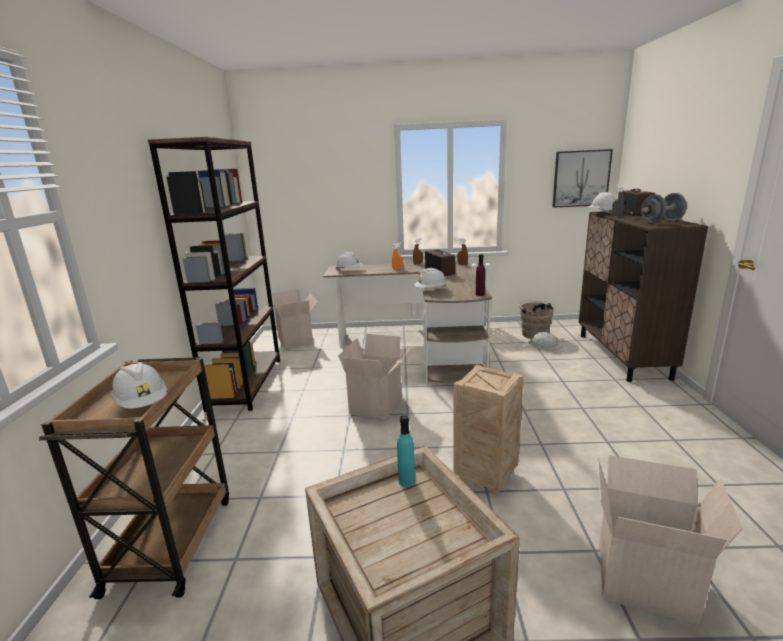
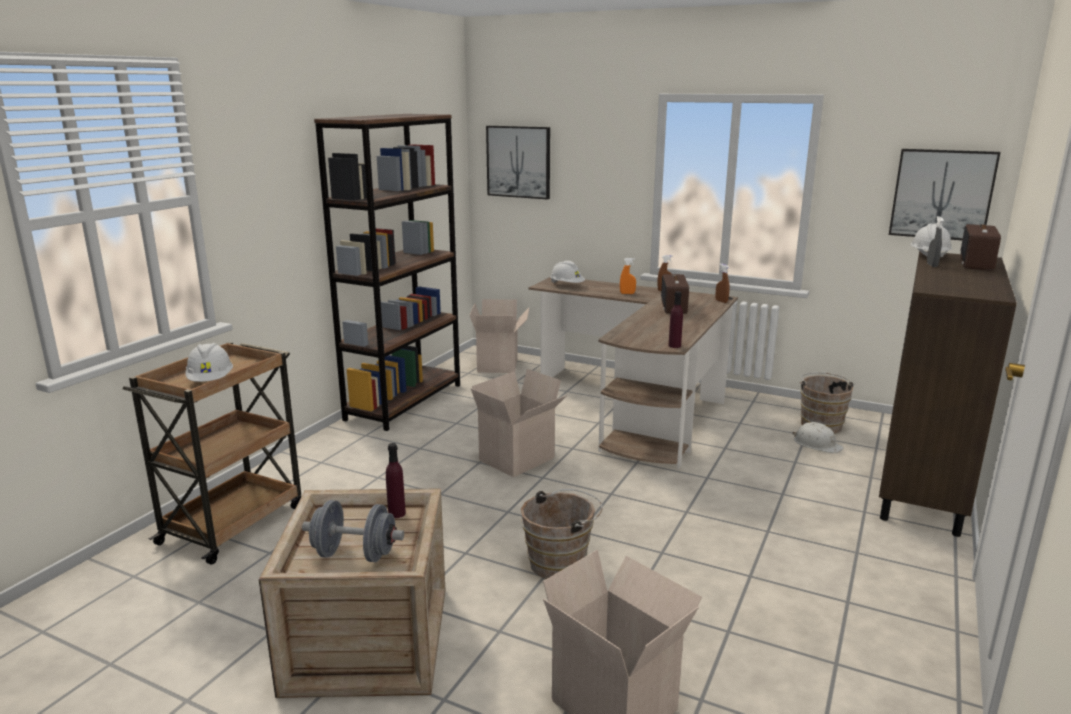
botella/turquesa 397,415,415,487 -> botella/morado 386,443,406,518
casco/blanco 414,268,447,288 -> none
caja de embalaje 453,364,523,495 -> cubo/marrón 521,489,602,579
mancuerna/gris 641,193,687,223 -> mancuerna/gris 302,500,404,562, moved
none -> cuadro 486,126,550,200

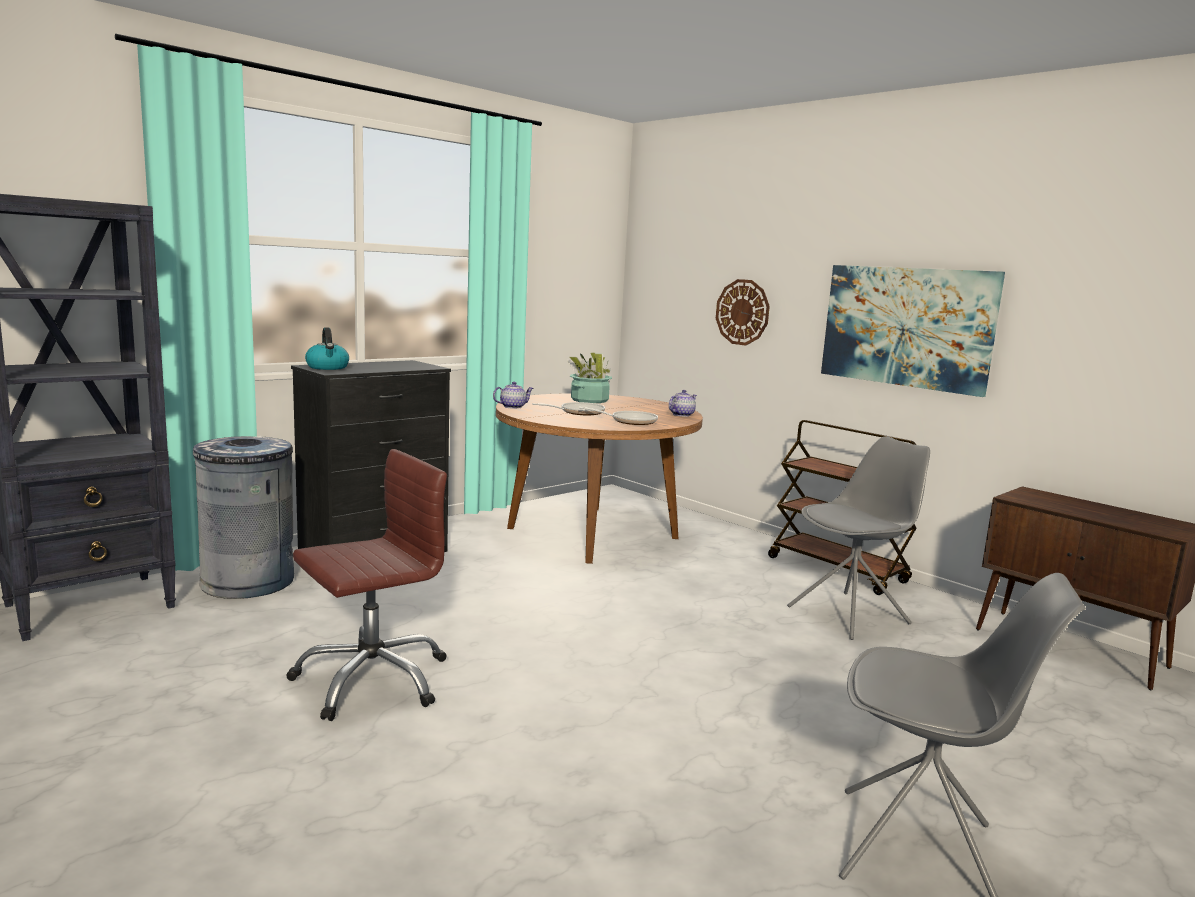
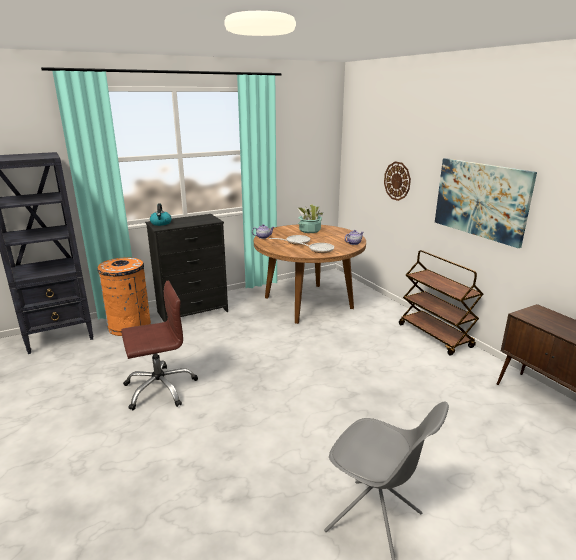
papelera/gris 193,436,294,599 -> papelera/naranja 97,257,151,336
silla/gris 787,436,930,640 -> none

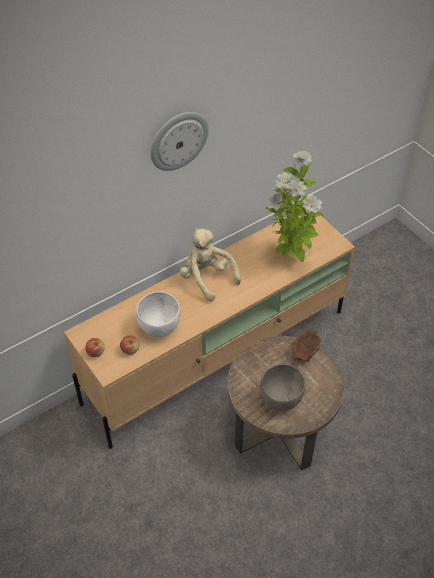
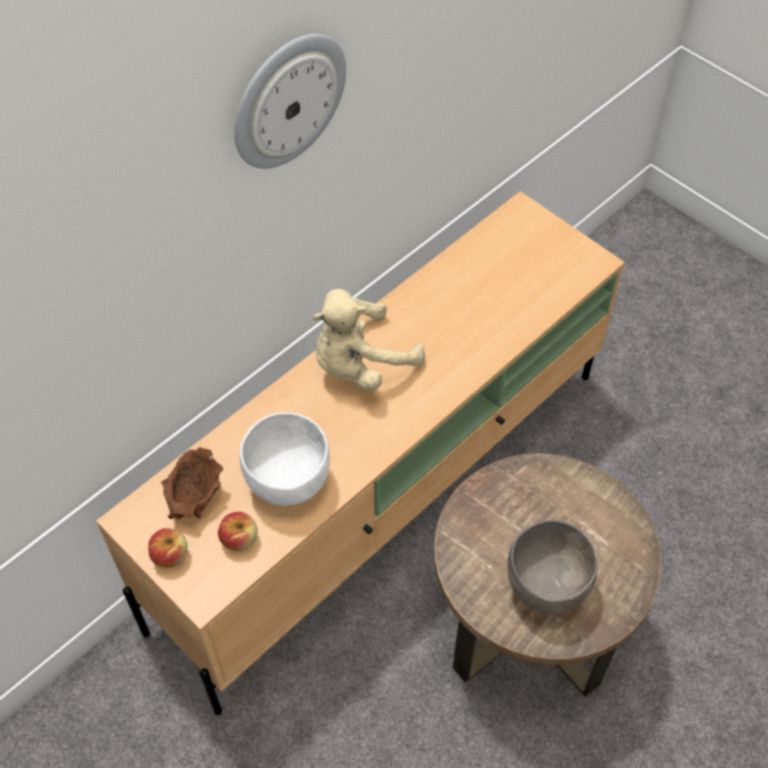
peluche/beis 180,228,241,302 -> peluche/beis 312,289,425,392, 75 degrees counterclockwise
planta en maceta 266,151,323,262 -> none
cuenco/marrón 291,329,322,362 -> cuenco/marrón 161,447,223,519, moved

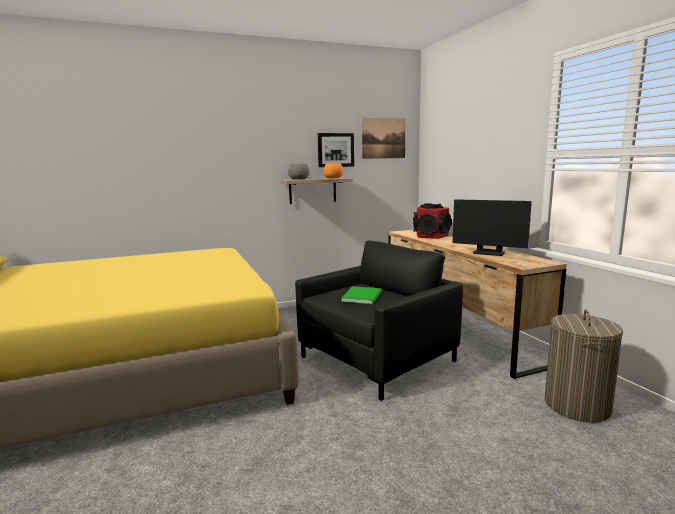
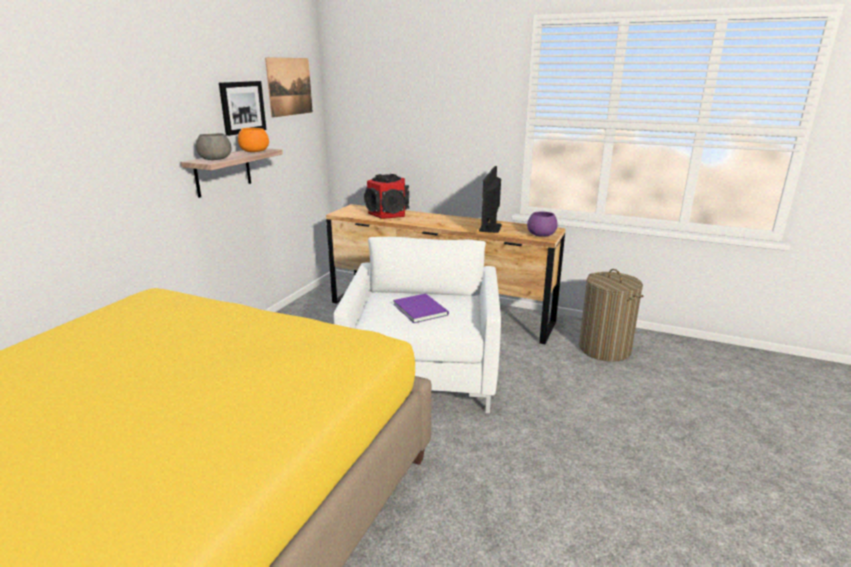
sillón/negro 295,241,463,401 -> sillón/blanco 333,237,501,413
libro/verde 341,286,382,304 -> libro/morado 393,294,449,323
monitor 453,199,532,256 -> monitor 479,166,502,233, 120 degrees clockwise
none -> cuenco/morado 527,211,558,237

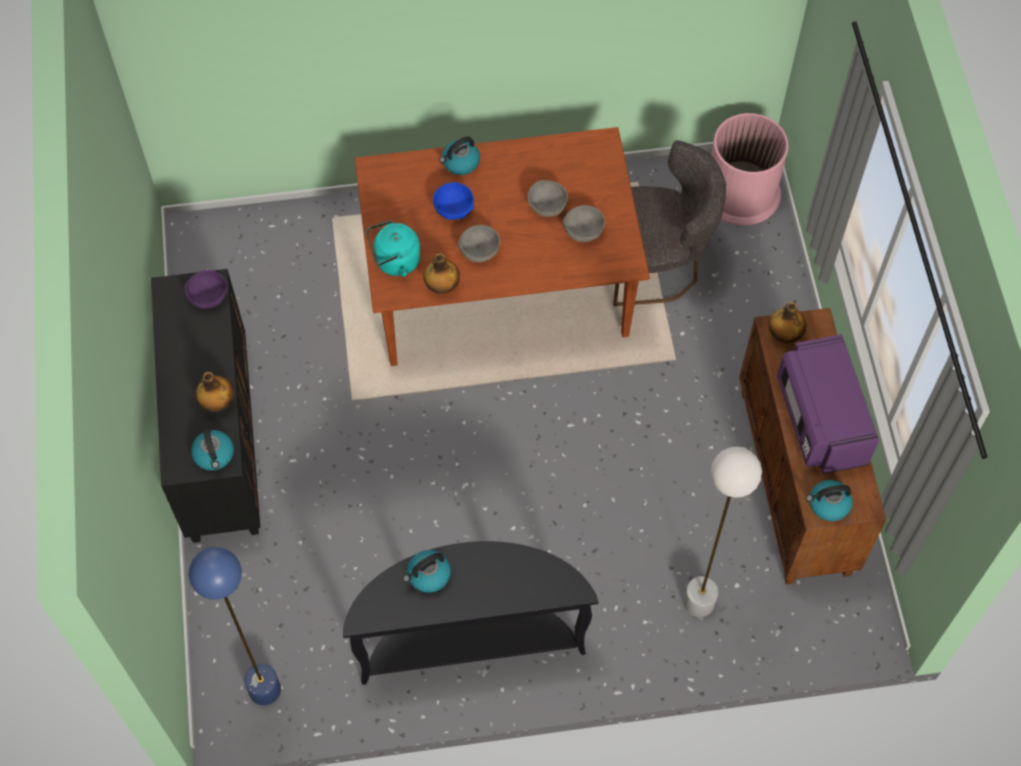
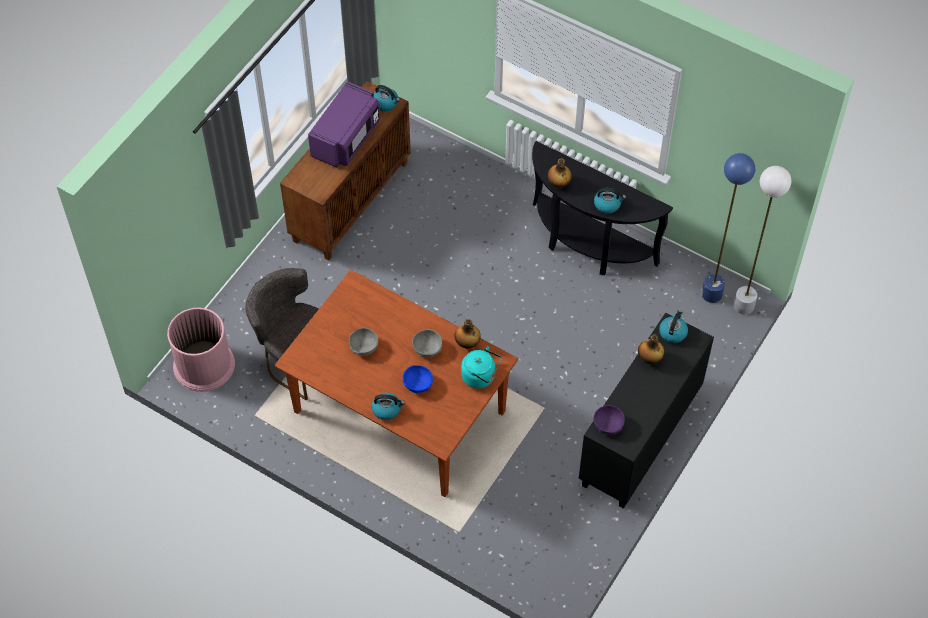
cuenco/gris 563,205,605,242 -> none
lámpara de pie/blanco 684,447,762,617 -> lámpara de pie/blanco 734,166,792,315, moved
botella 769,302,806,343 -> botella 547,158,572,189, moved

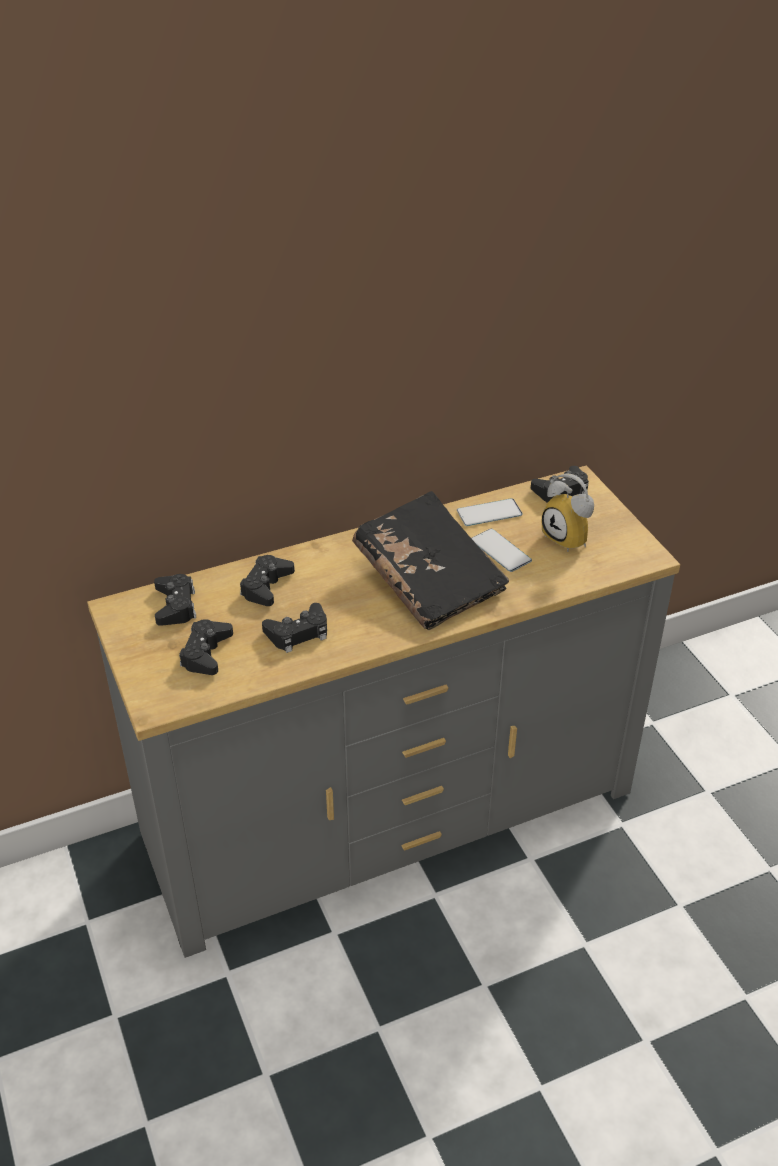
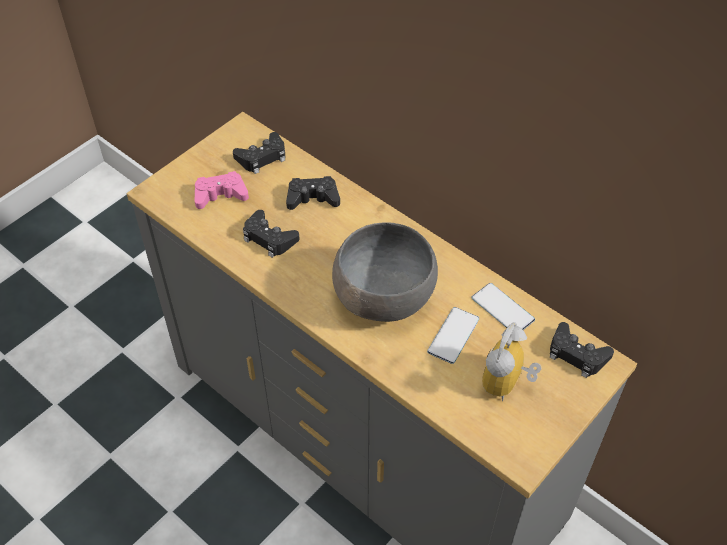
mando de consola/negro 179,619,233,675 -> mando de consola/rosa 195,171,249,209
libro/negro 352,491,509,630 -> cuenco/gris 332,222,438,322

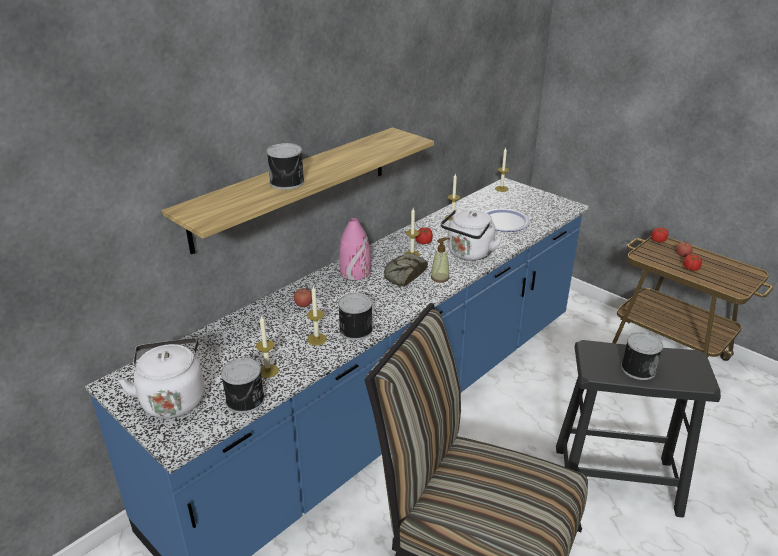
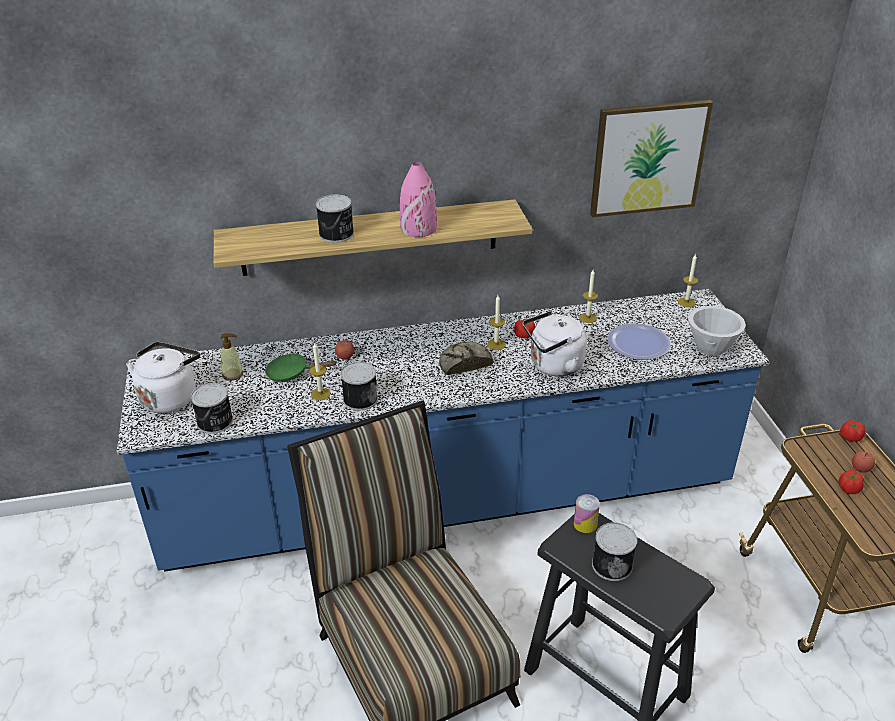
vela 256,315,279,378 -> none
florero/rosa 339,218,371,280 -> florero/rosa 400,162,437,237, moved
dispensador de jabón 431,237,450,283 -> dispensador de jabón 221,333,243,381, moved
none -> sartén/verde 265,353,336,382
none -> lata 574,494,600,533
none -> cuadro 590,100,713,217
none -> cuenco/blanco 688,306,746,356

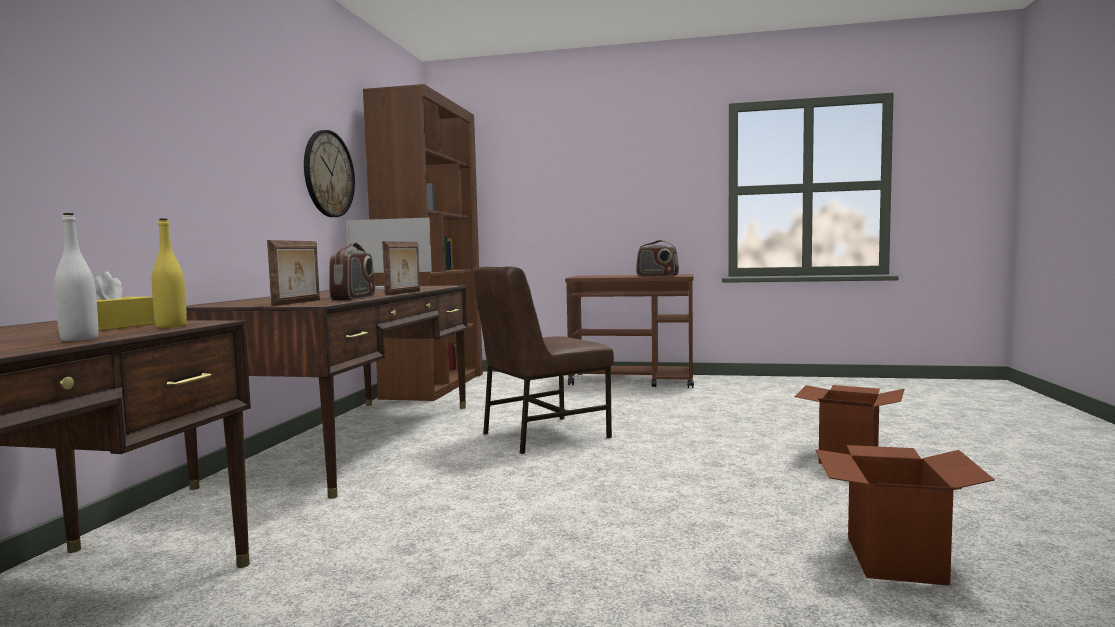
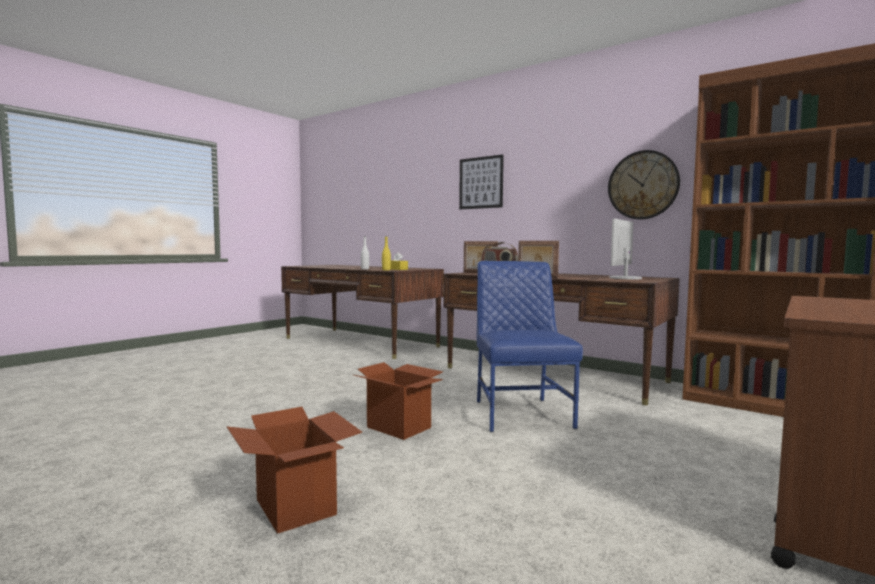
silla/marrón 473,266,614,454 -> silla/azul 477,261,583,432
radio 636,240,679,276 -> none
caja de cartón 815,445,995,586 -> caja de cartón 354,362,443,440, moved
none -> cuadro 459,154,504,209

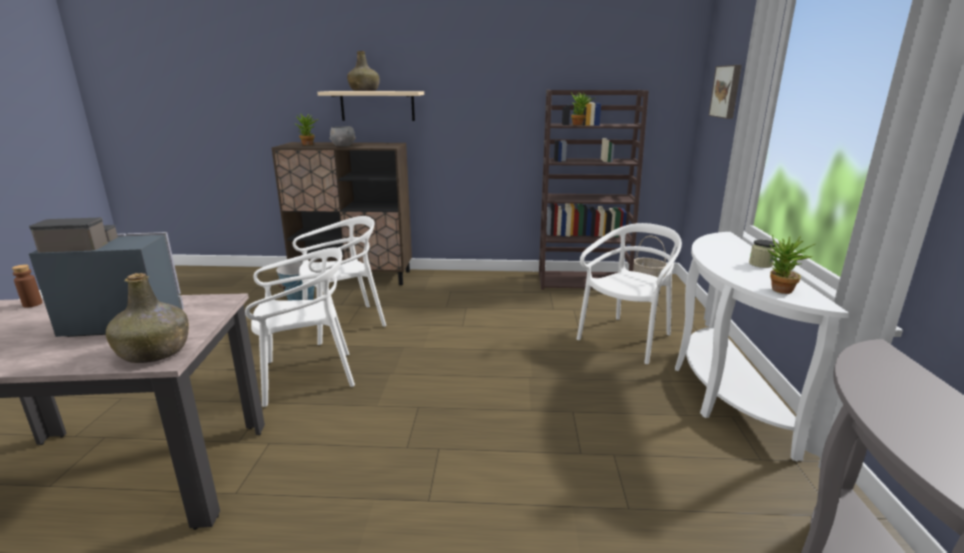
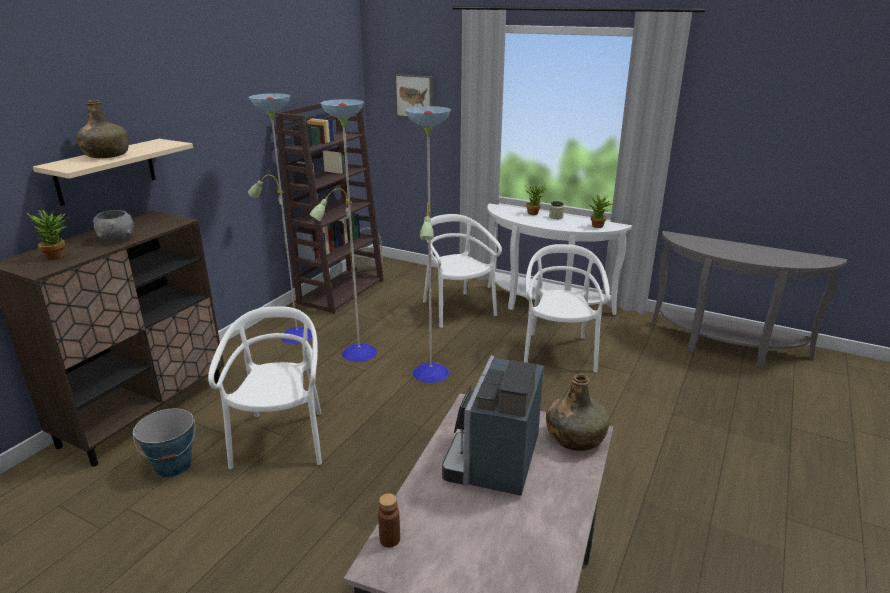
silla/blanco 245,247,355,407 -> silla/blanco 524,244,610,372, moved
planta en maceta 571,92,596,125 -> planta en maceta 524,184,546,215, moved
none -> lámpara de pie 248,93,451,383

